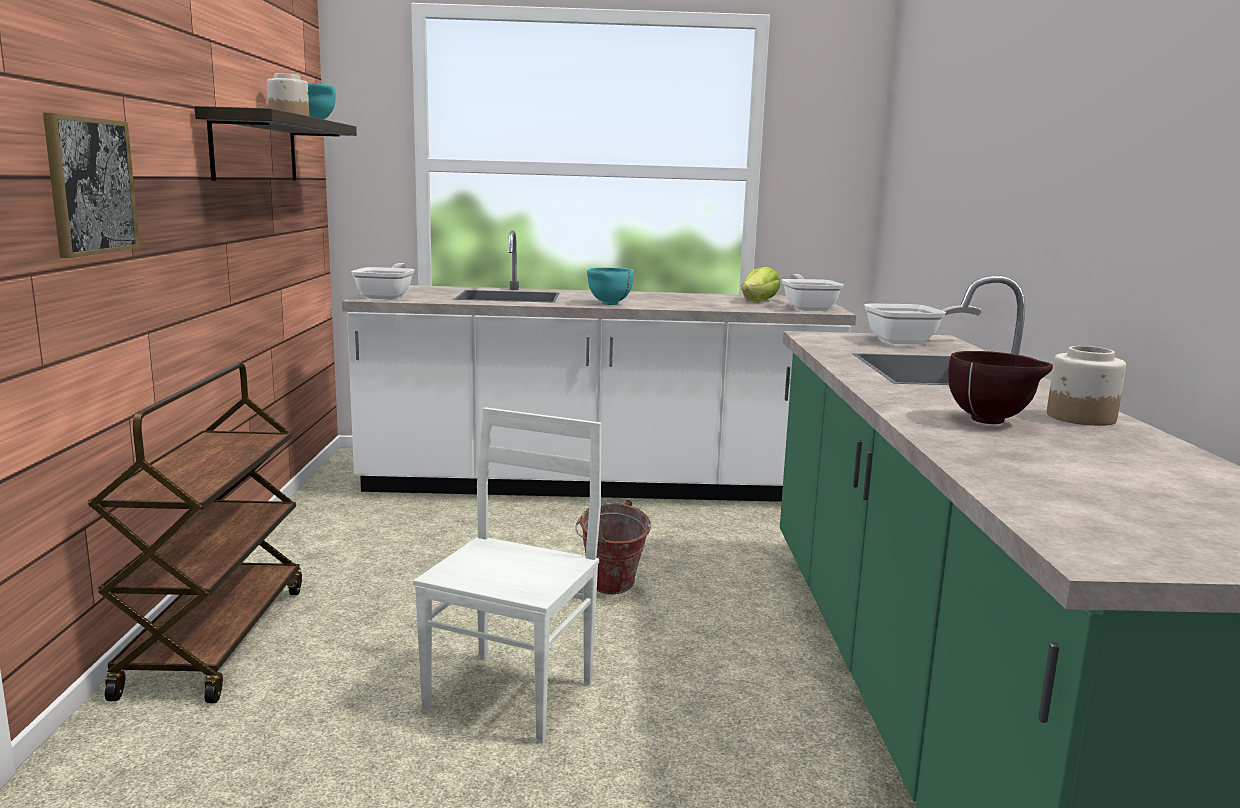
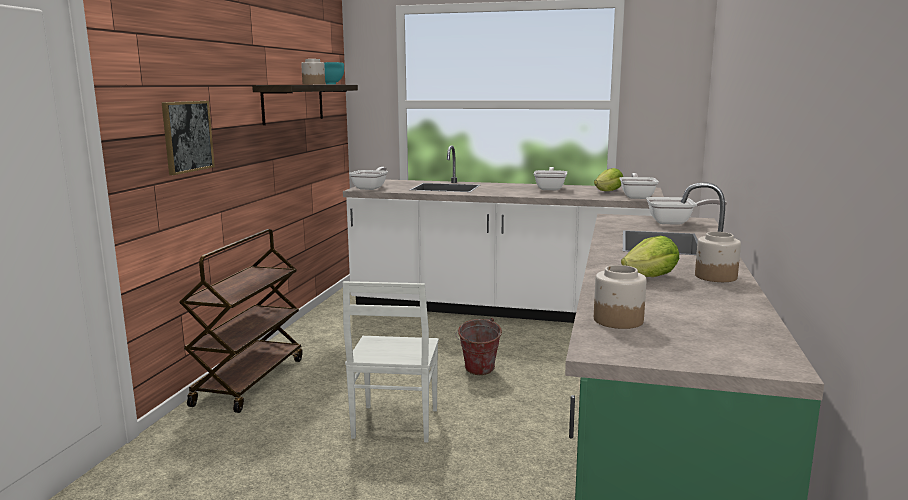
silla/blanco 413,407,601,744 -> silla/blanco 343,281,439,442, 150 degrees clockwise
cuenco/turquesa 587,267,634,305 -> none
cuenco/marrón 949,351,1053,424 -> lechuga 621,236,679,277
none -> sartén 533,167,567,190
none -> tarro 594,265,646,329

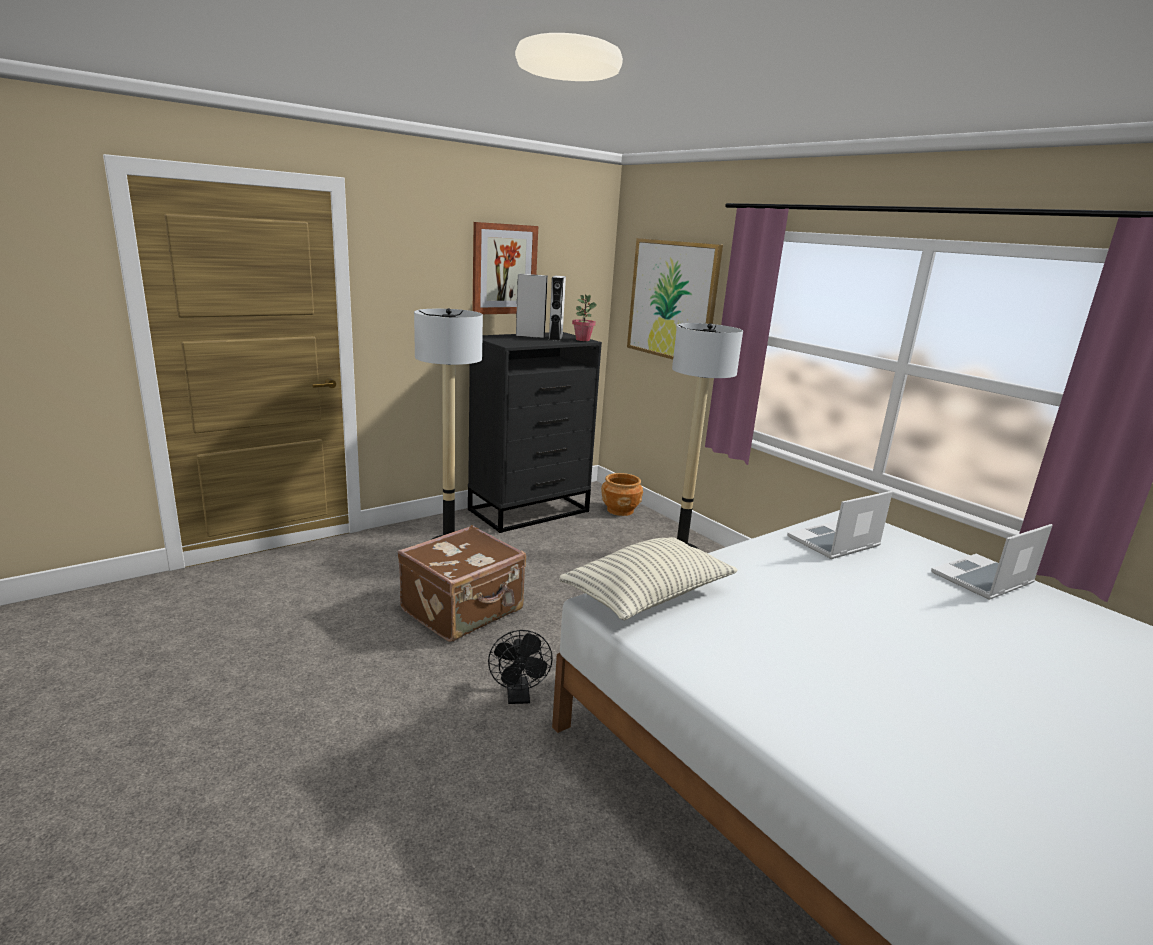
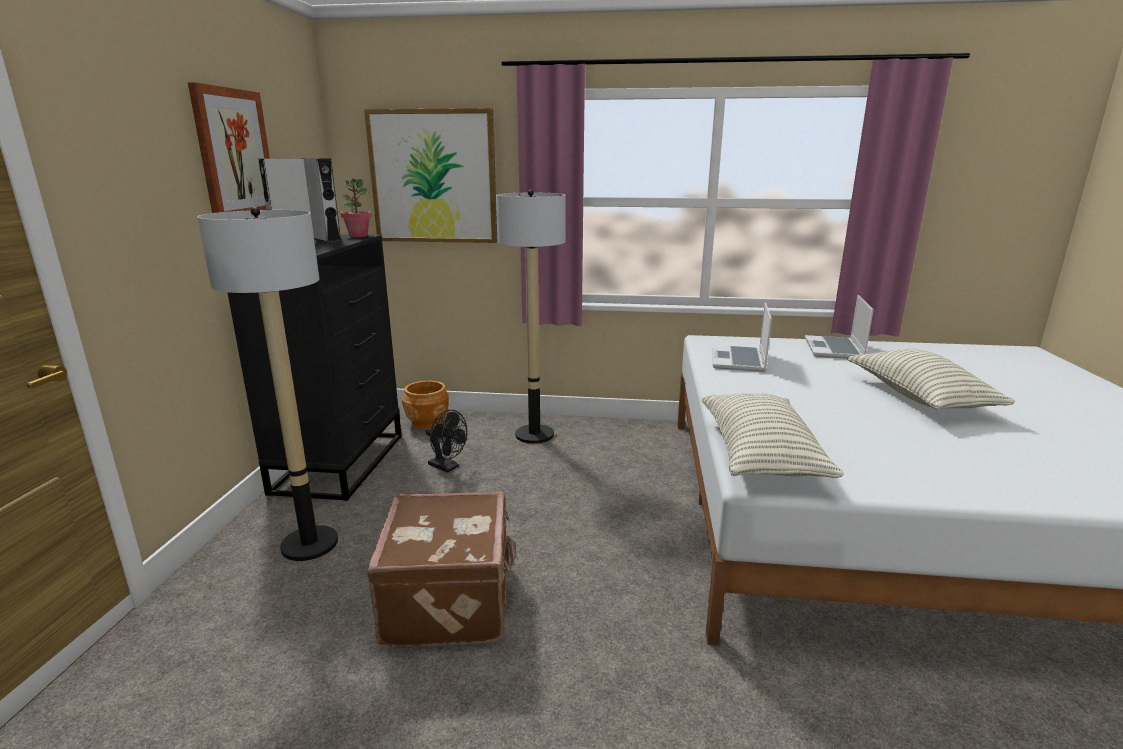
ventilador/negro 488,630,553,704 -> ventilador/negro 426,410,467,473, moved
none -> cojín 847,349,1015,410

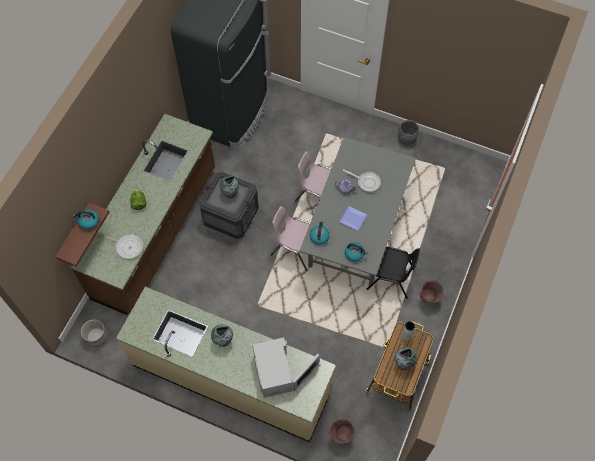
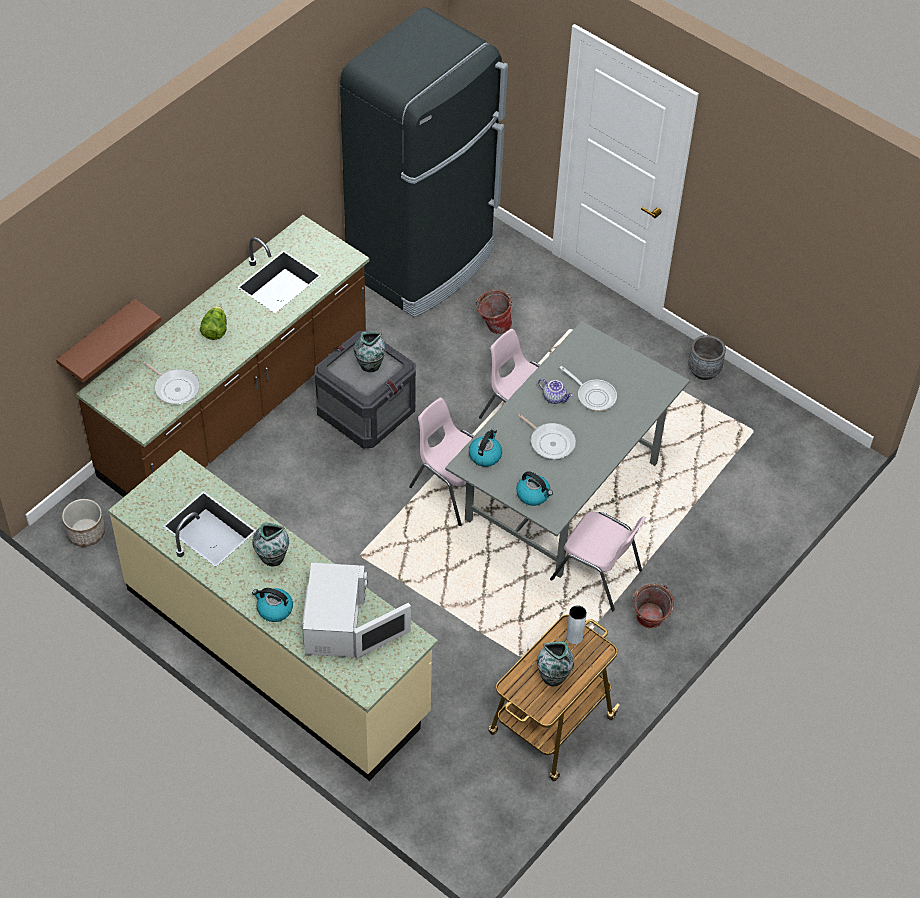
hervidor 73,210,99,229 -> hervidor 252,588,293,622, moved
cubo 329,417,355,444 -> cubo 475,290,513,334, moved
plato 340,206,367,231 -> sartén 518,414,576,459
silla/negro 367,247,420,299 -> silla/rosa 550,511,646,611

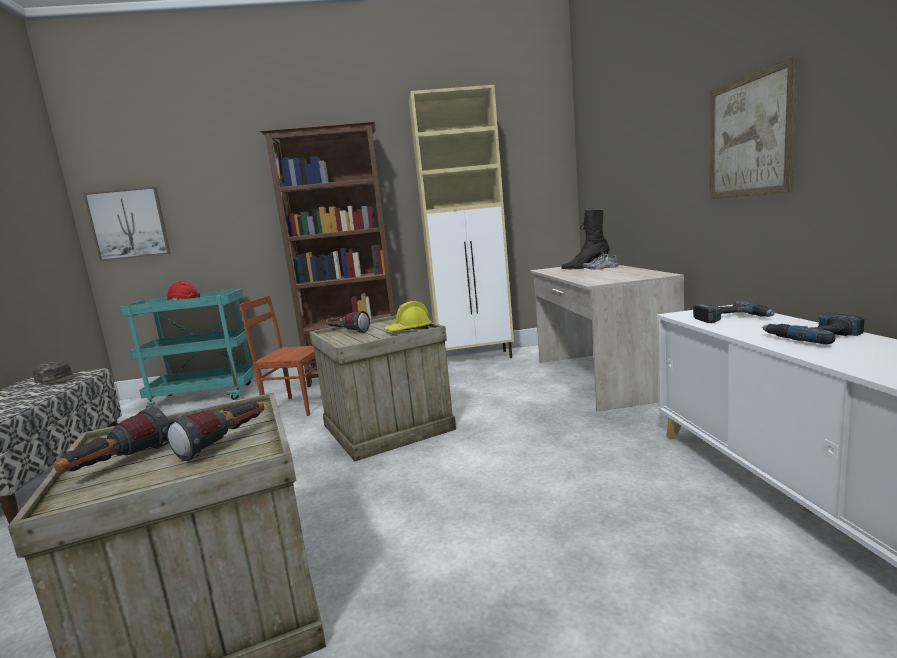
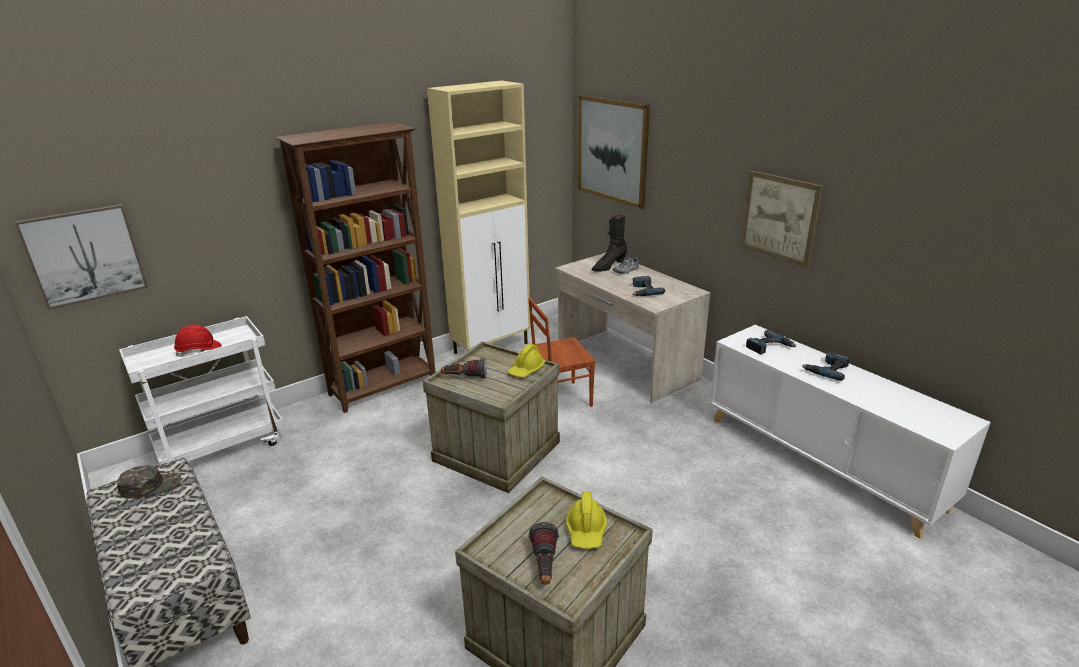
carrito/turquesa 119,289,255,408 -> carrito/blanco 119,316,284,465
linterna 166,401,264,461 -> casco/amarillo 566,491,607,549
silla/marrón 240,295,317,416 -> silla/marrón 528,297,595,407, moved
none -> cuadro 578,95,650,209
none -> taladro 633,276,665,296

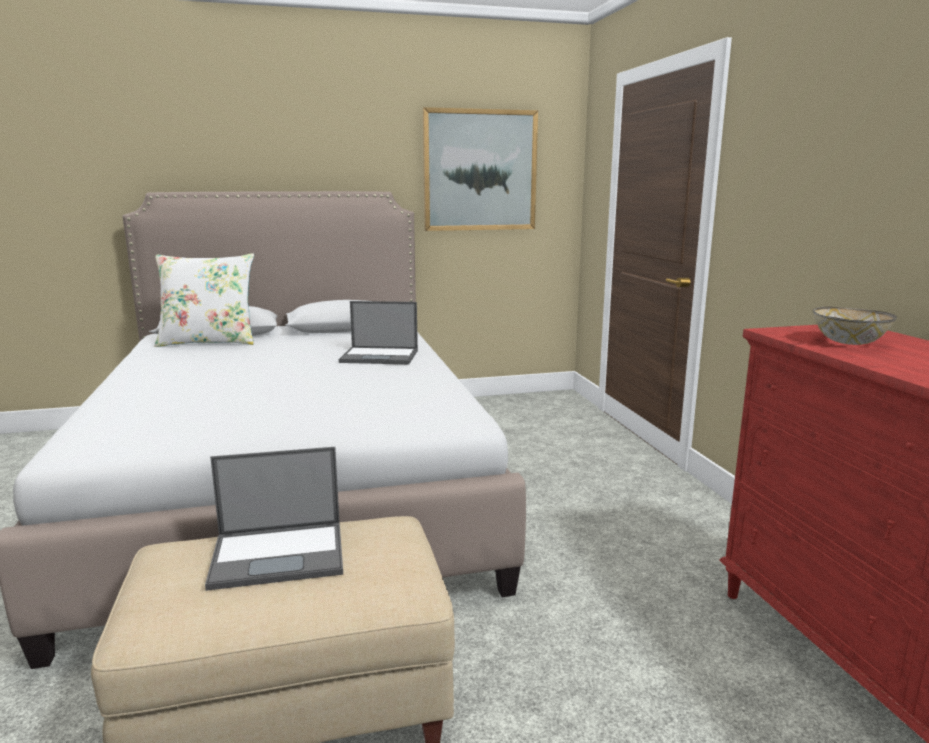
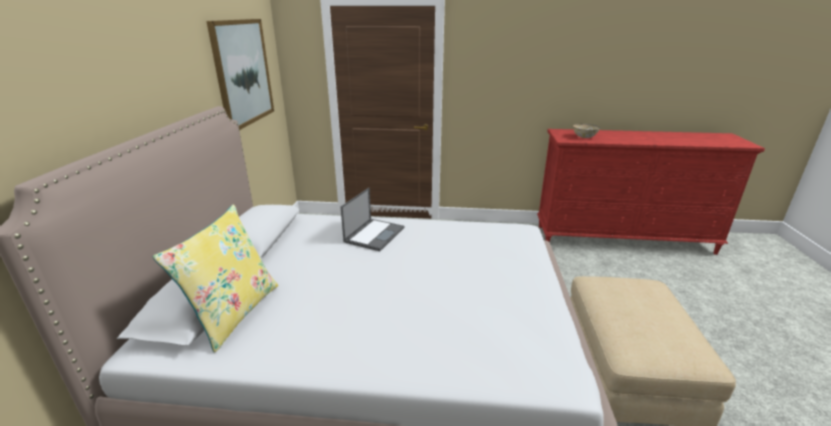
cojín/blanco 154,253,254,347 -> cojín/amarillo 153,204,278,353
portátil 205,447,343,591 -> none

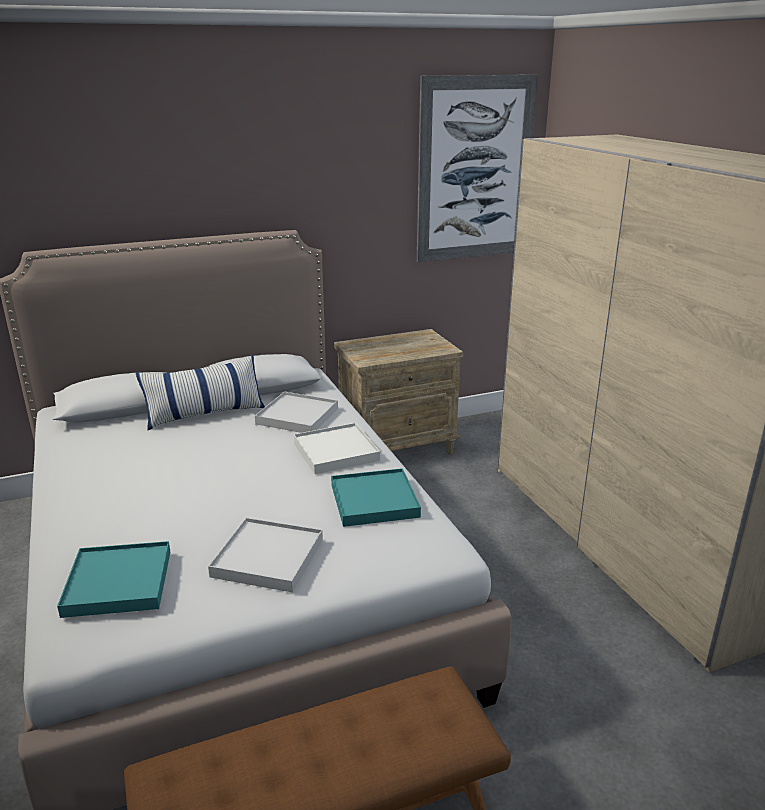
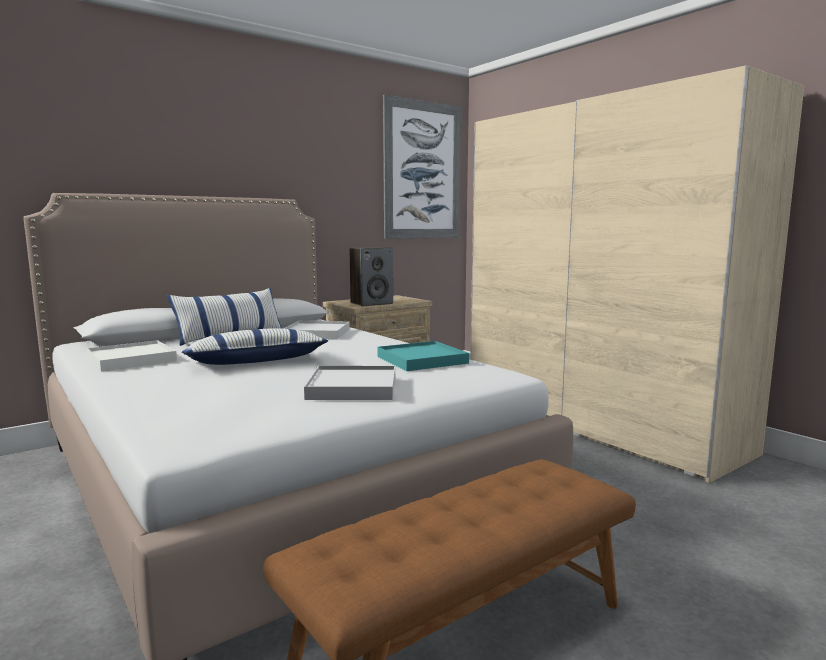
bandeja/turquesa 57,541,170,618 -> none
bandeja/blanco 294,423,380,474 -> bandeja/blanco 87,340,177,372, moved
none -> cojín 182,329,328,365
none -> altavoz 350,247,393,306

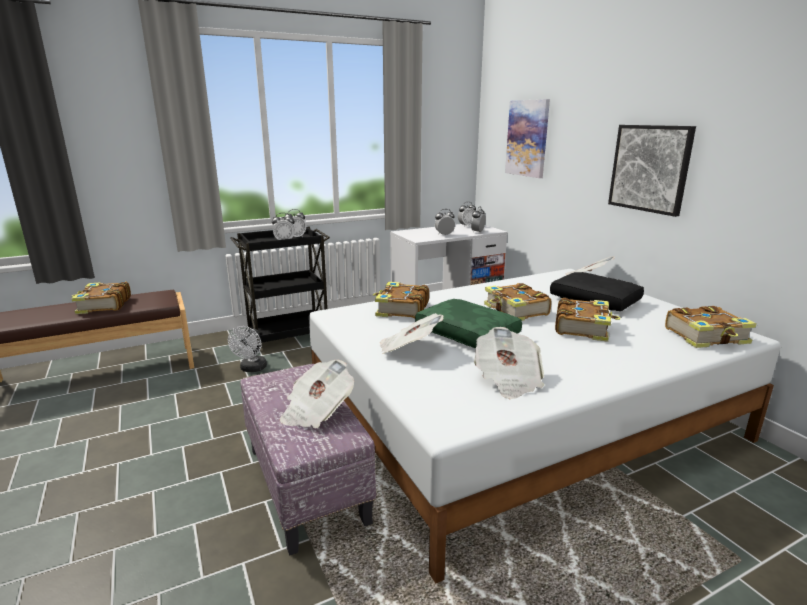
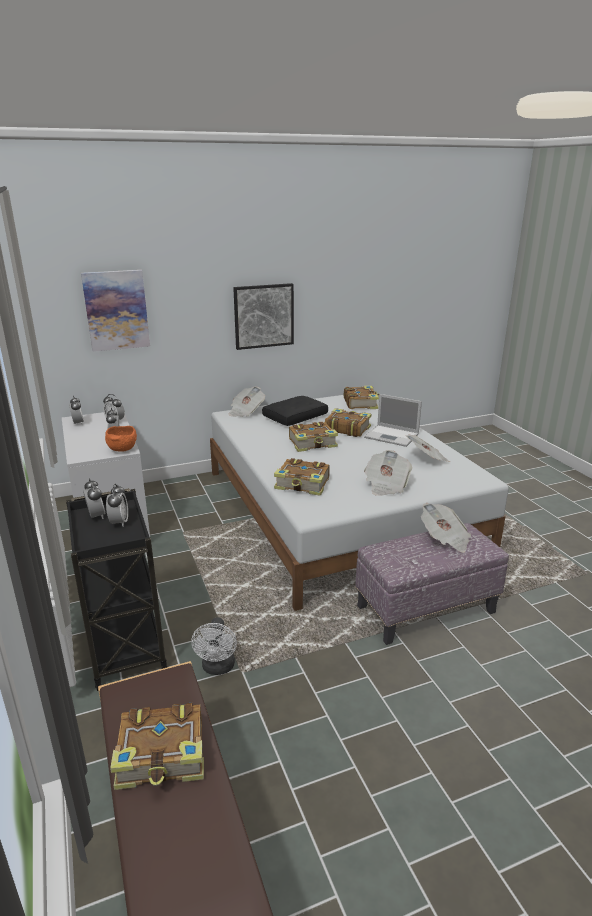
ventilador/blanco 228,326,267,372 -> ventilador/blanco 191,617,237,675, 75 degrees clockwise
cojín/verde 415,299,522,348 -> none
none -> cuenco/naranja 105,426,137,452
none -> portátil 364,394,422,447

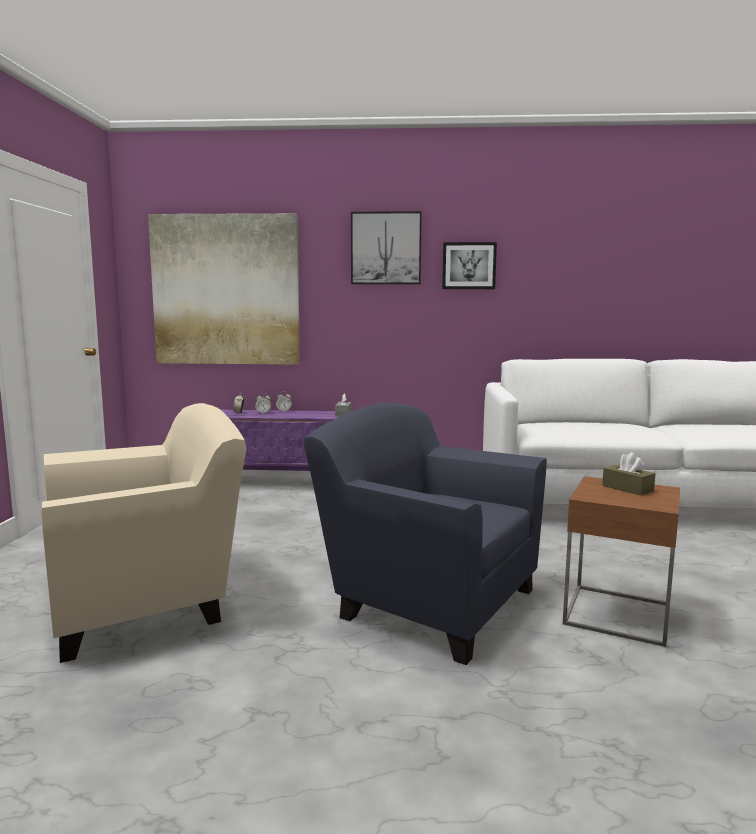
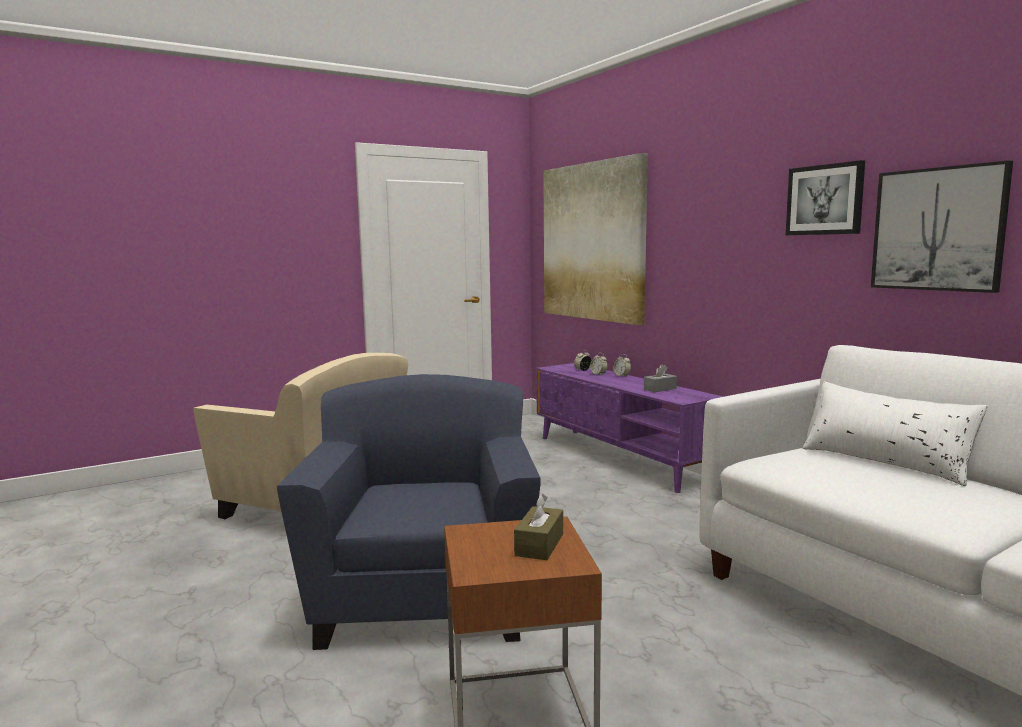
cuadro 351,211,422,284 -> cuadro 871,160,1013,293, moved
none -> cojín/blanco 802,382,988,486

